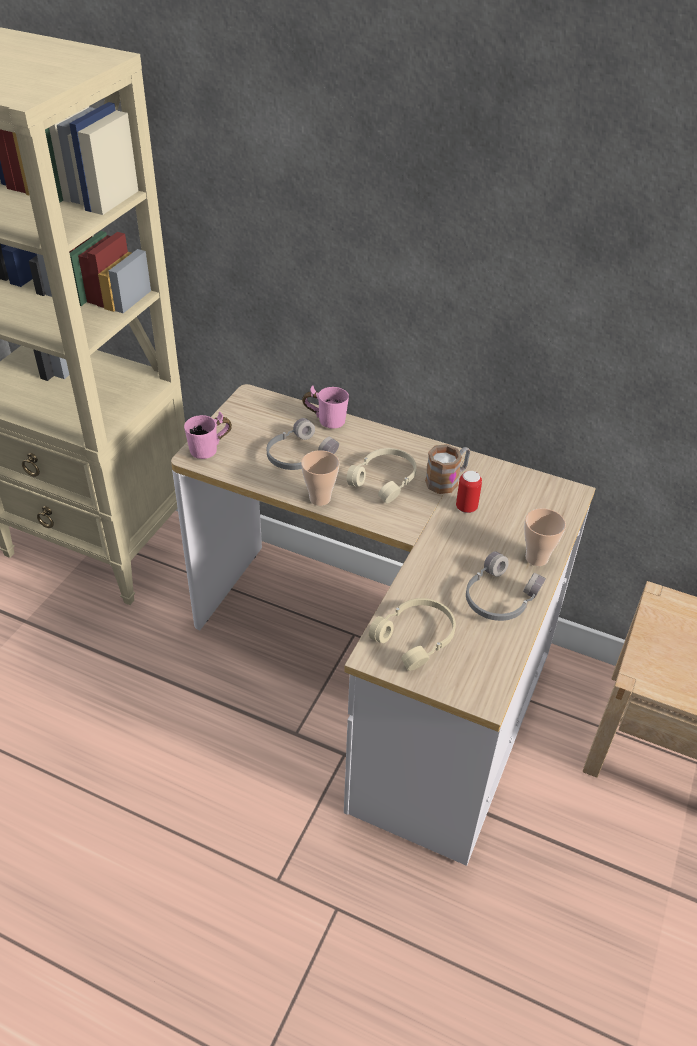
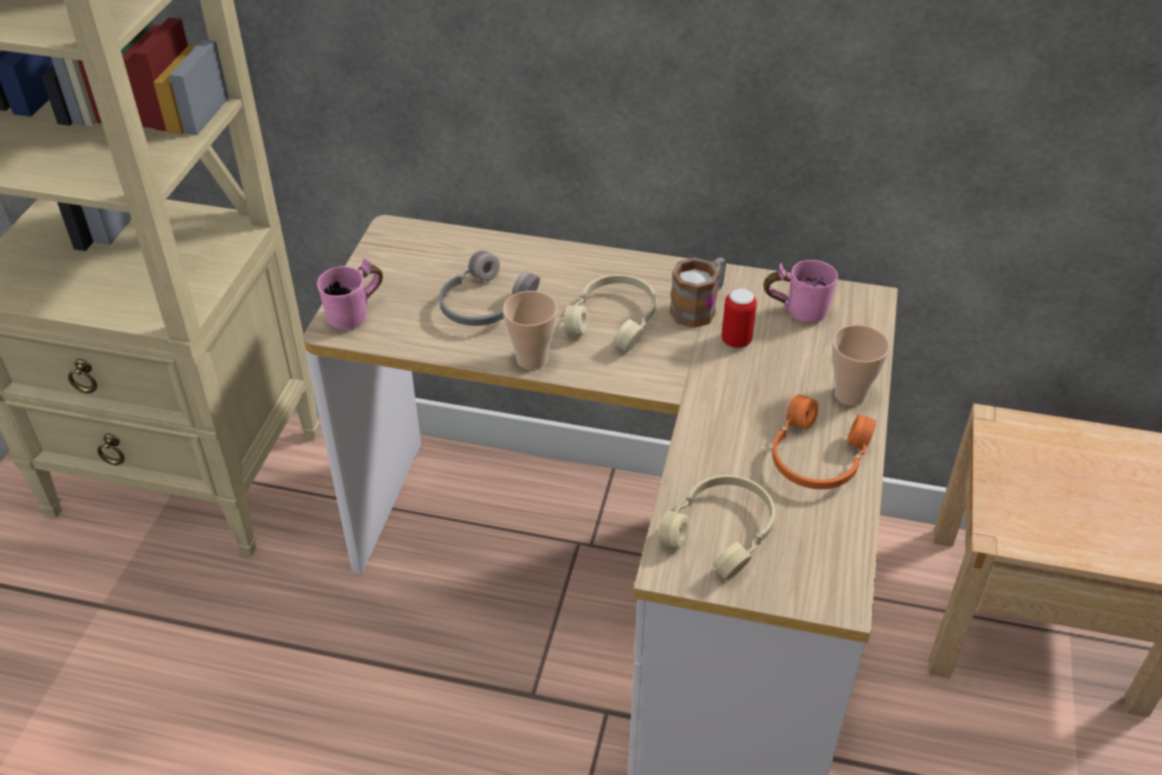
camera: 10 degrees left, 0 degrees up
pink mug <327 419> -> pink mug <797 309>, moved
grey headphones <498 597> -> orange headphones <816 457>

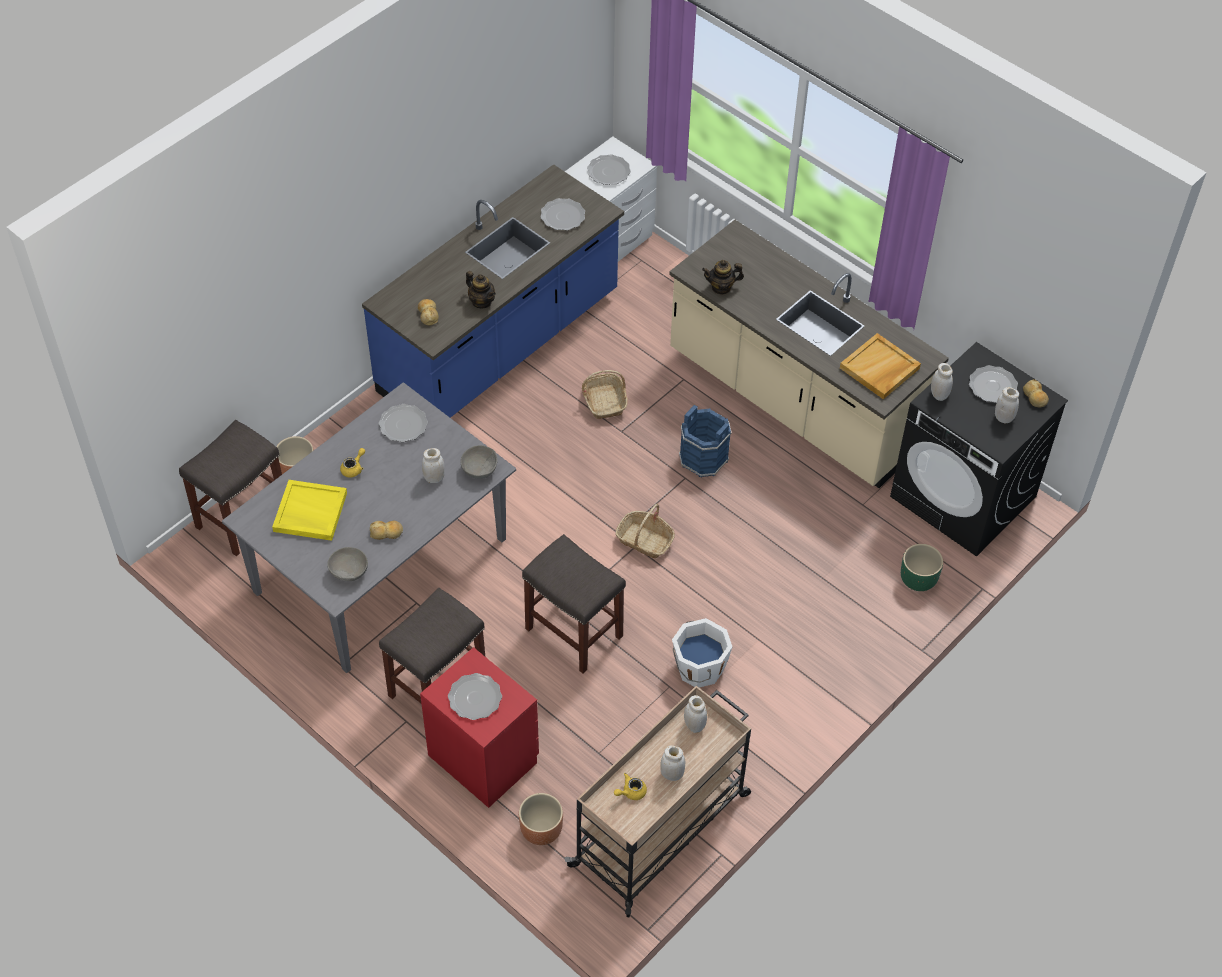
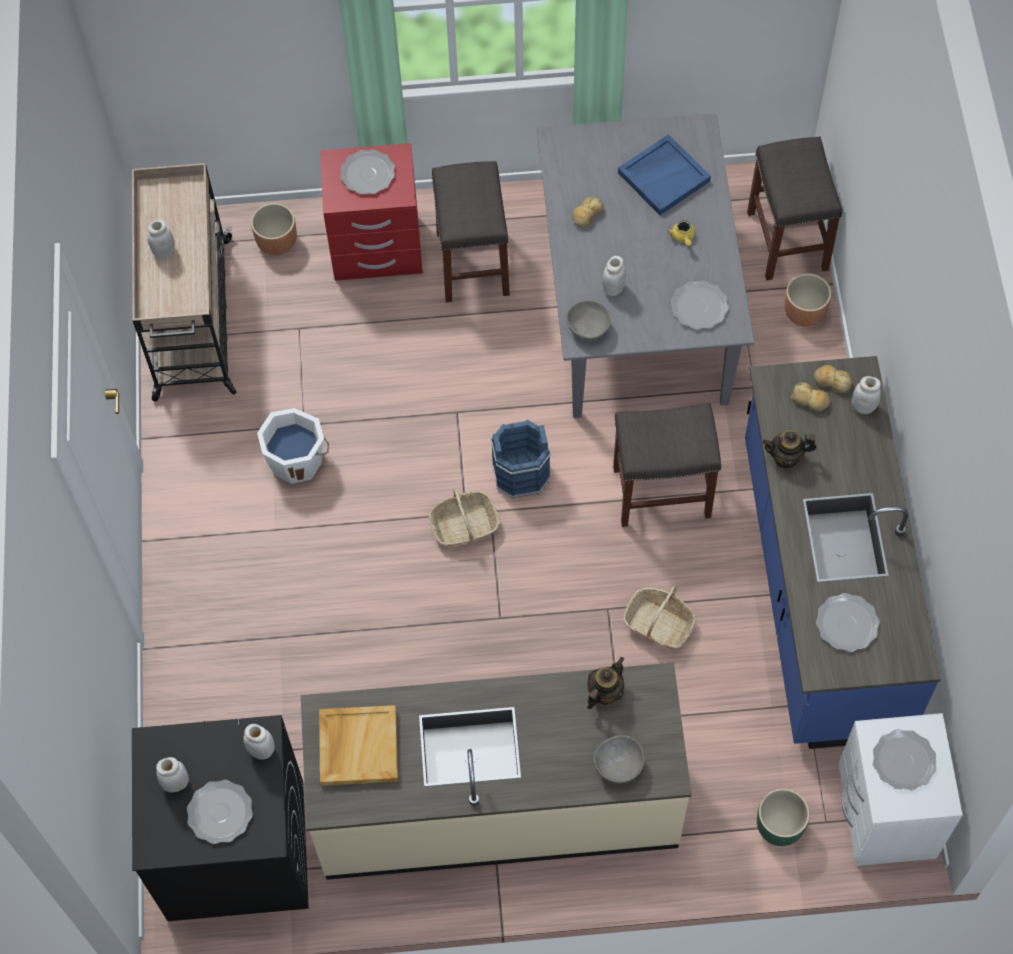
camera: 135 degrees right, 10 degrees up
yellow tray <309 512> -> blue tray <664 176>
grey bowl <349 572> -> grey bowl <618 766>, moved
grey stool <575 633> -> grey stool <660 493>, moved
yellow teapot <631 792> -> none
blue bucket <703 458> -> blue bucket <520 472>, moved
white jar <694 725> -> white jar <863 406>, moved
green planter <918 580> -> green planter <779 825>, moved
bread <1034 397> -> bread <832 381>, moved

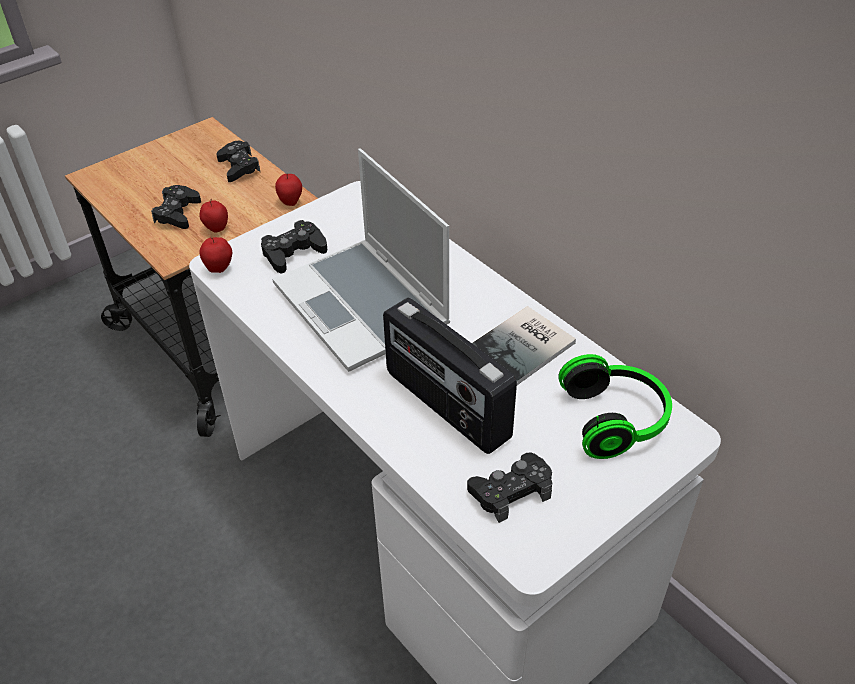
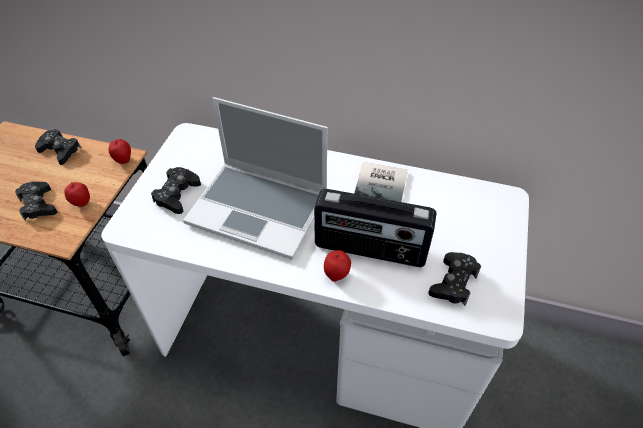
camera: 35 degrees left, 5 degrees up
apple <219 269> -> apple <336 275>, moved
headphones <616 419> -> none

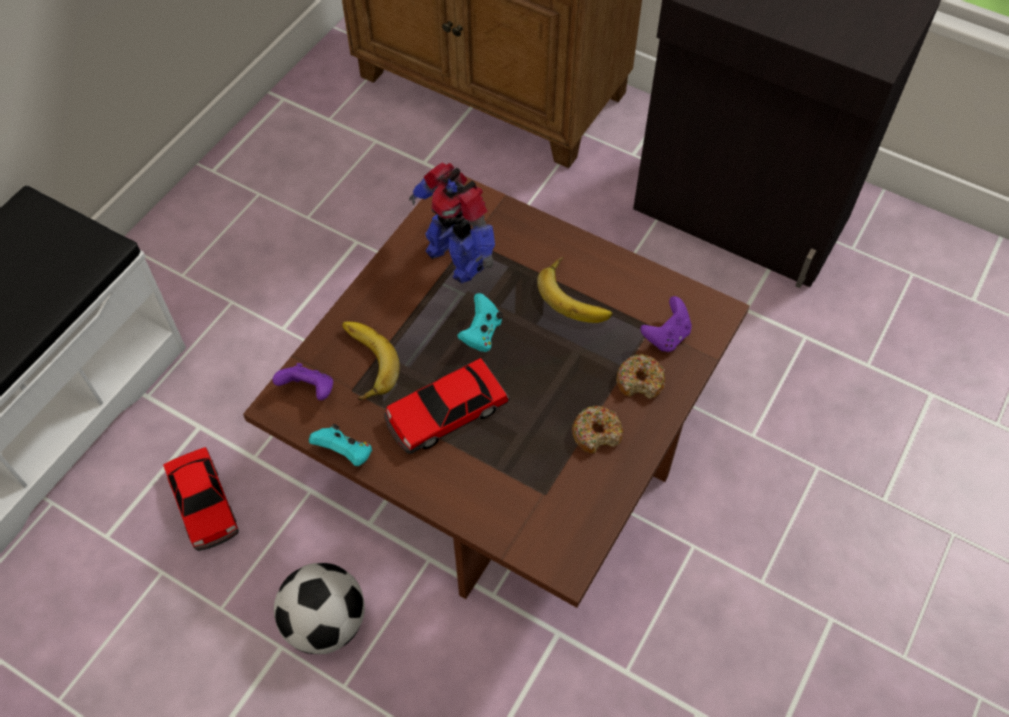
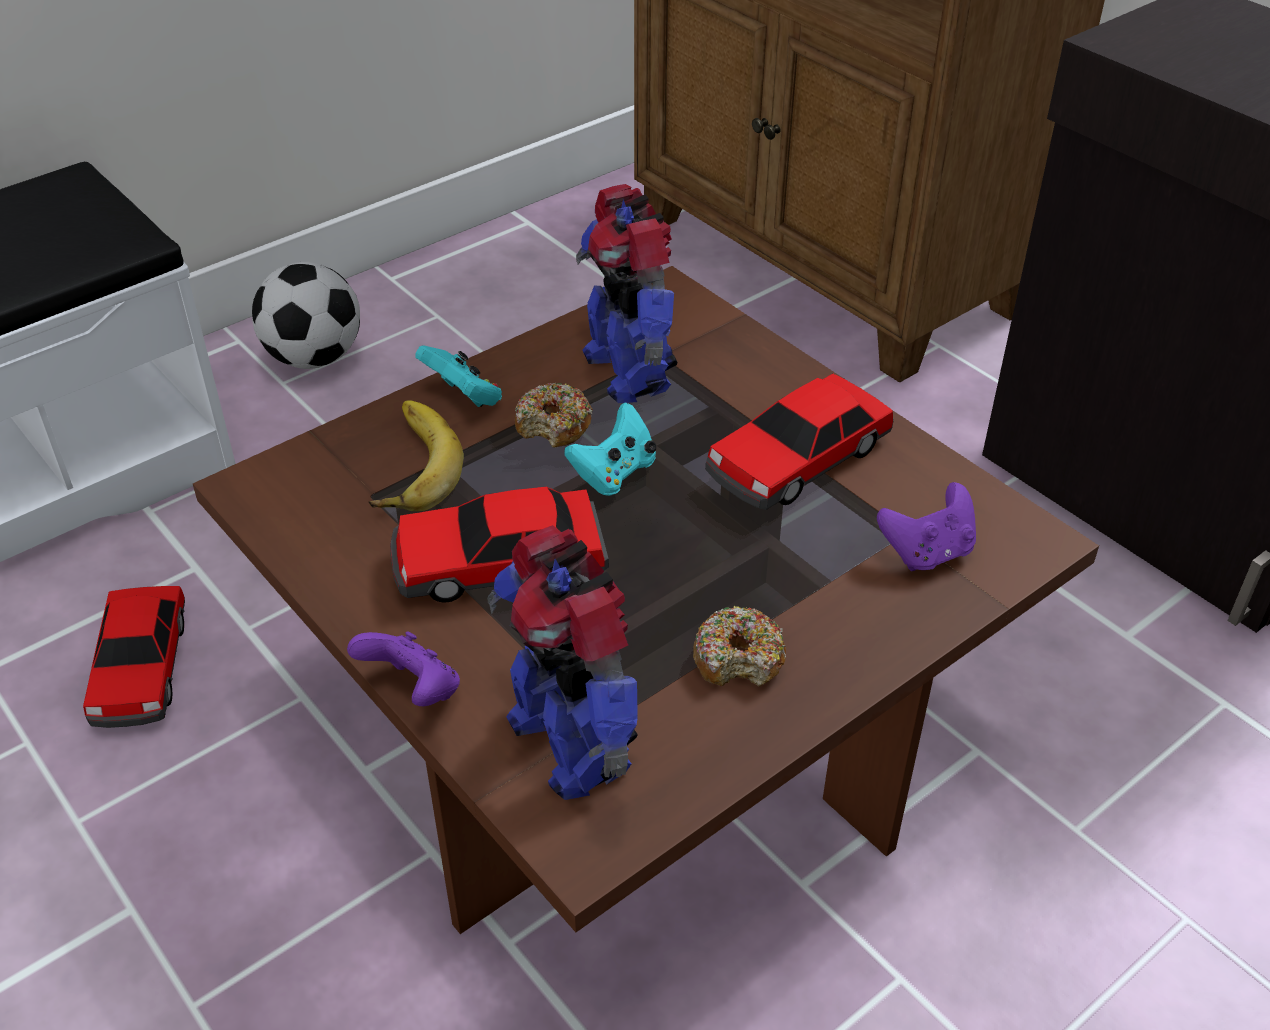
camera: 20 degrees right, 15 degrees down
purple game controller <309 390> -> purple game controller <413 691>, moved
football <326 623> -> football <315 358>, moved
turquoise game controller <345 453> -> turquoise game controller <464 397>, moved
banana <576 295> -> toy car <797 460>
donut <640 381> -> donut <554 426>, moved
none -> toy robot <571 740>

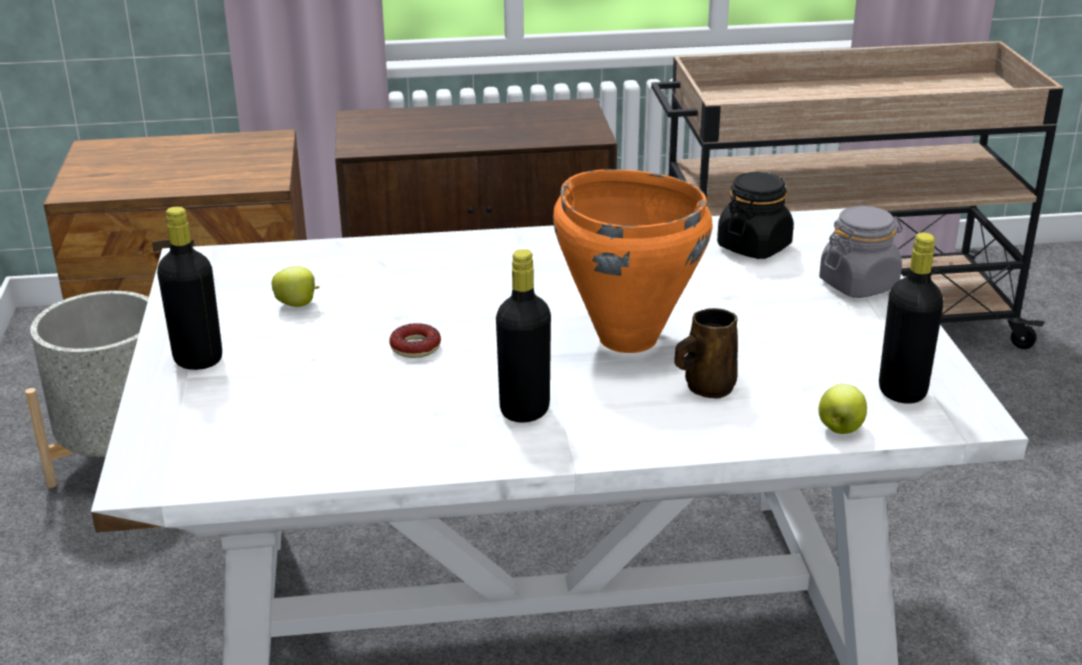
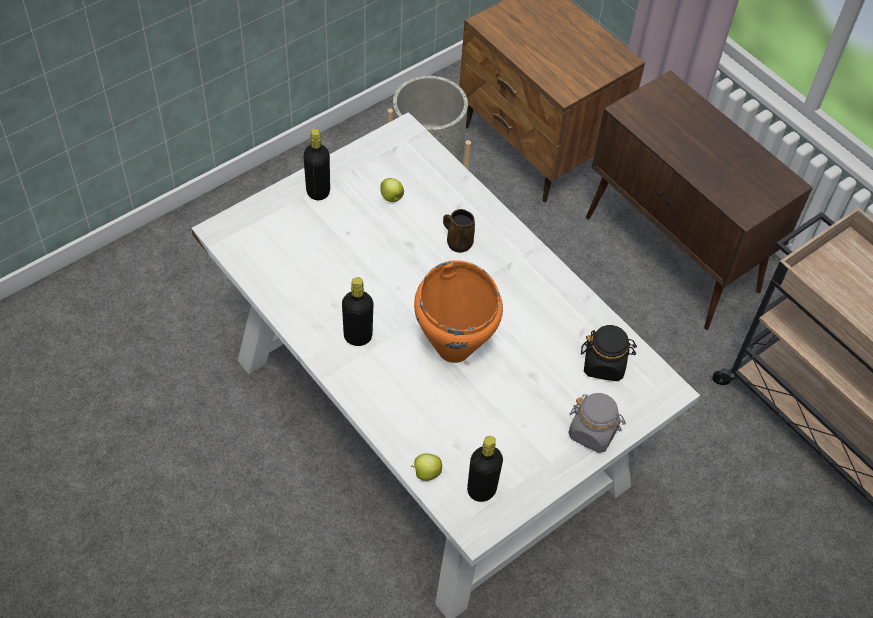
camera: 55 degrees right, 25 degrees up
donut <415 347> -> none
brown mug <707 387> -> brown mug <458 242>, moved

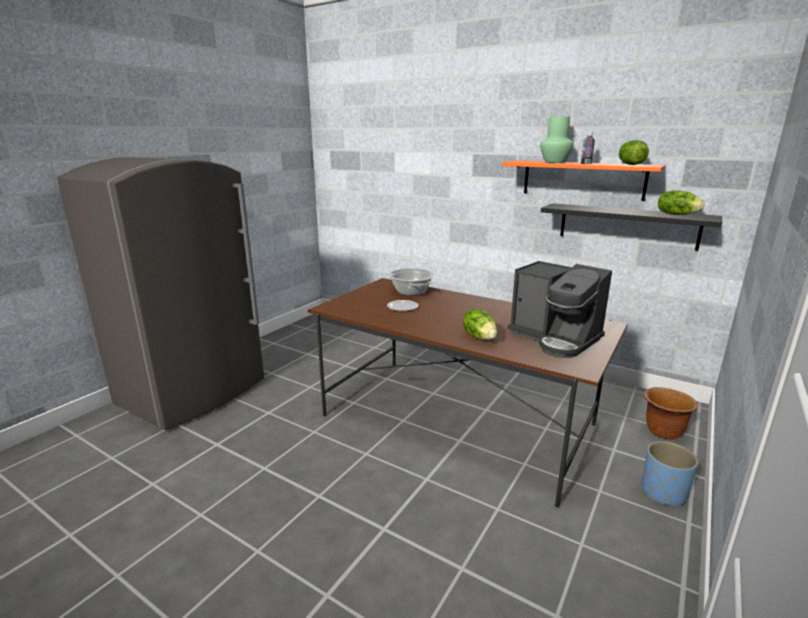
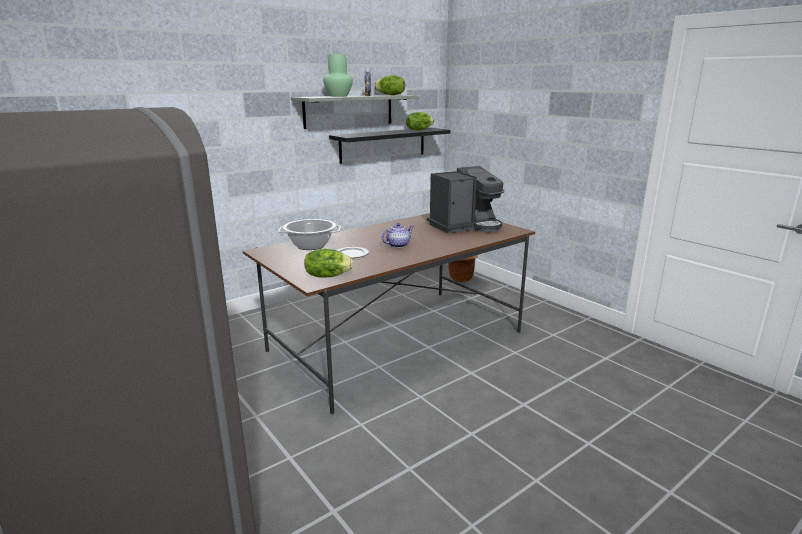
camera: 70 degrees left, 0 degrees up
lettuce <480 337> -> lettuce <327 276>, moved
orange shelf <582 179> -> grey shelf <349 111>
blue planter <663 492> -> none
none -> teapot <398 245>

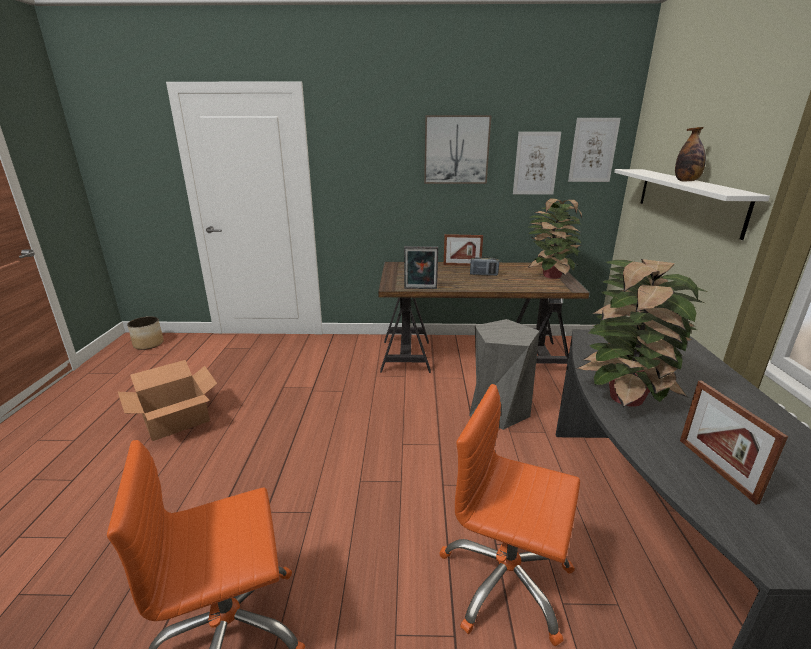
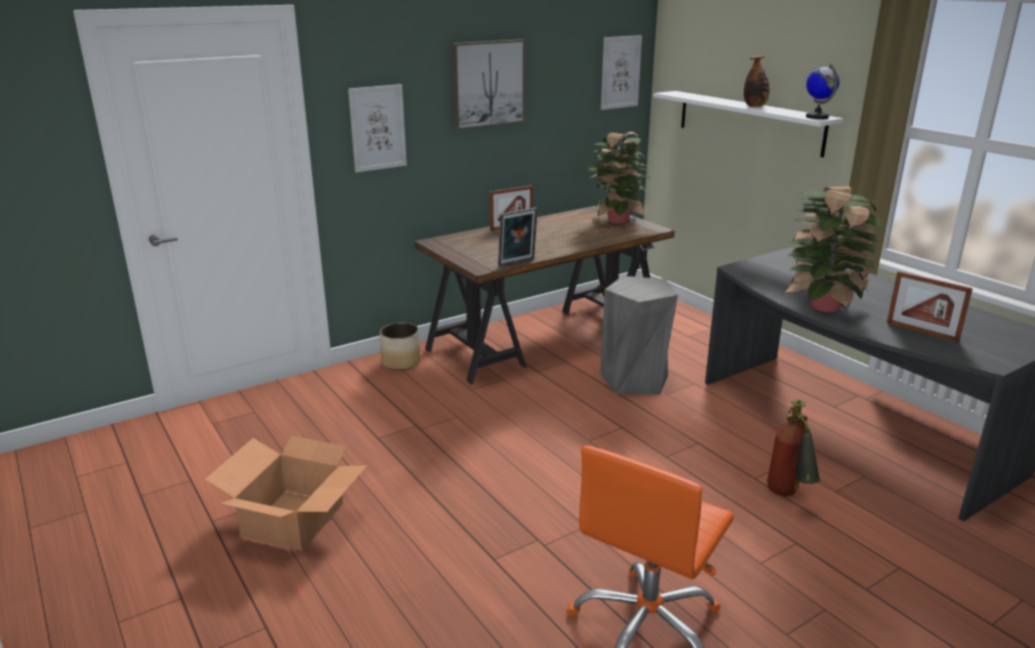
camera: 35 degrees left, 0 degrees up
planter <149 344> -> planter <401 362>, moved
orange office chair <505 580> -> fire extinguisher <788 496>
radio <483 274> -> none
picture <536 163> -> picture <377 128>, moved
none -> globe <817 117>

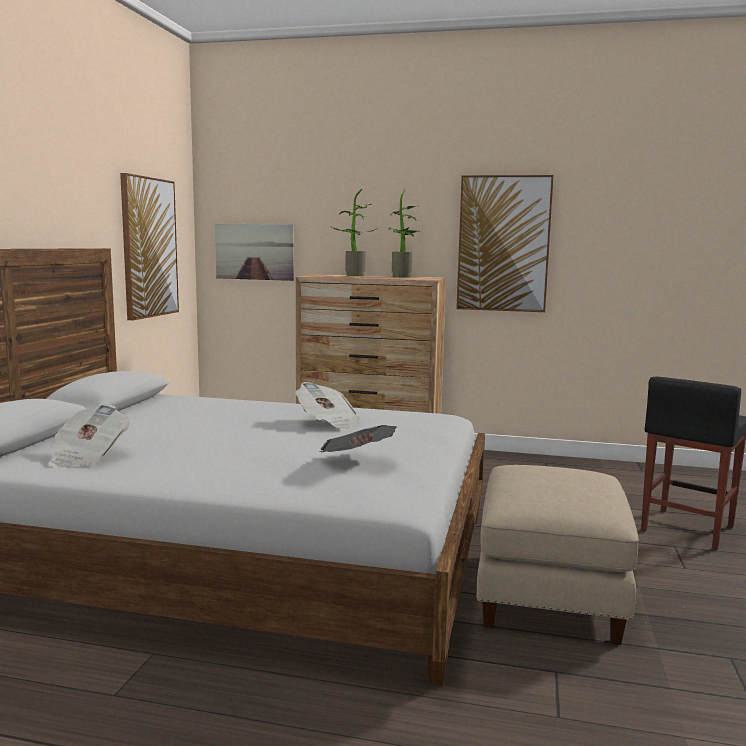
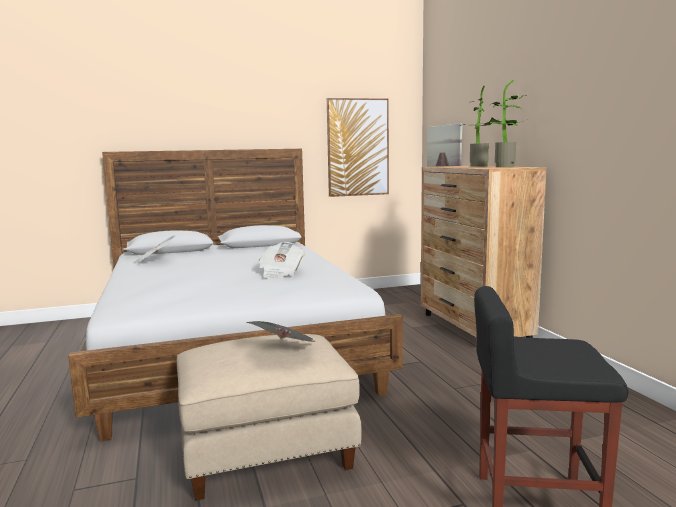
camera: 60 degrees right, 0 degrees up
newspaper <357 460> -> newspaper <285 350>, moved
picture <503 244> -> none

